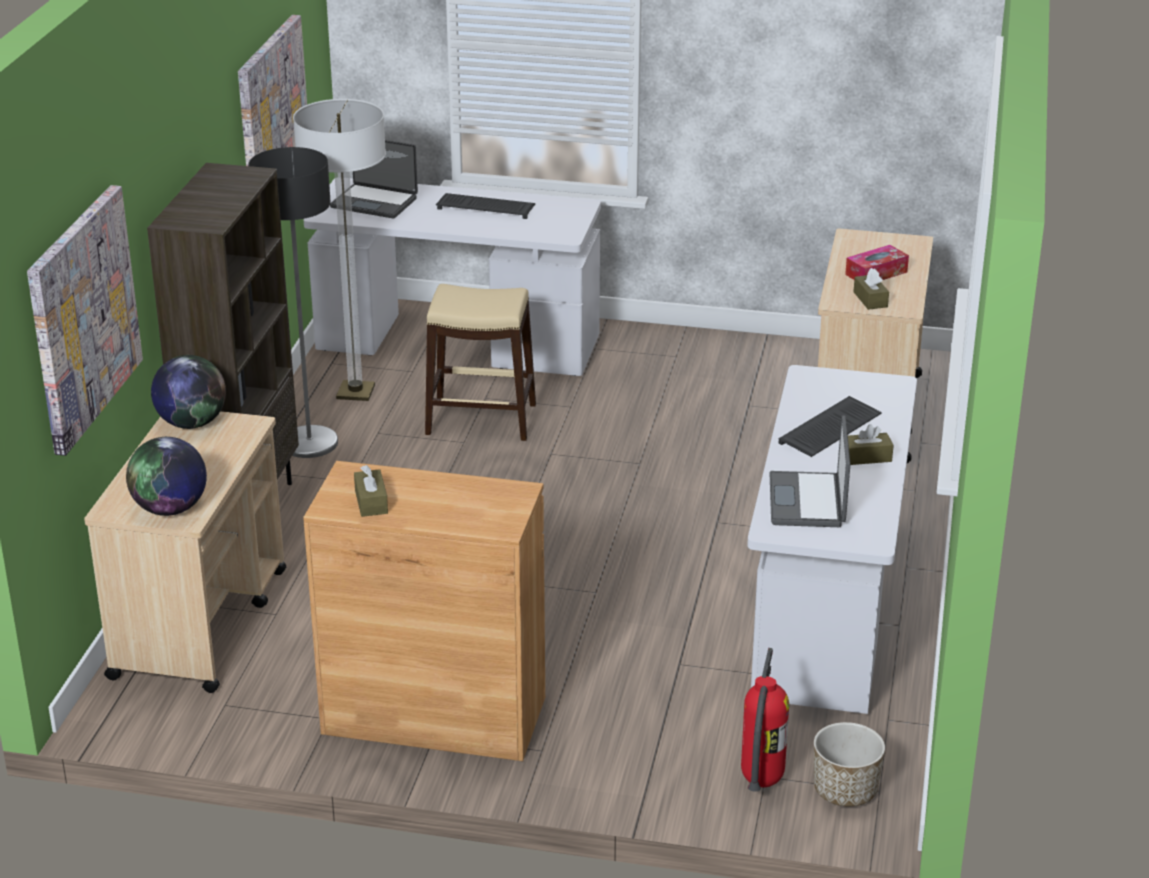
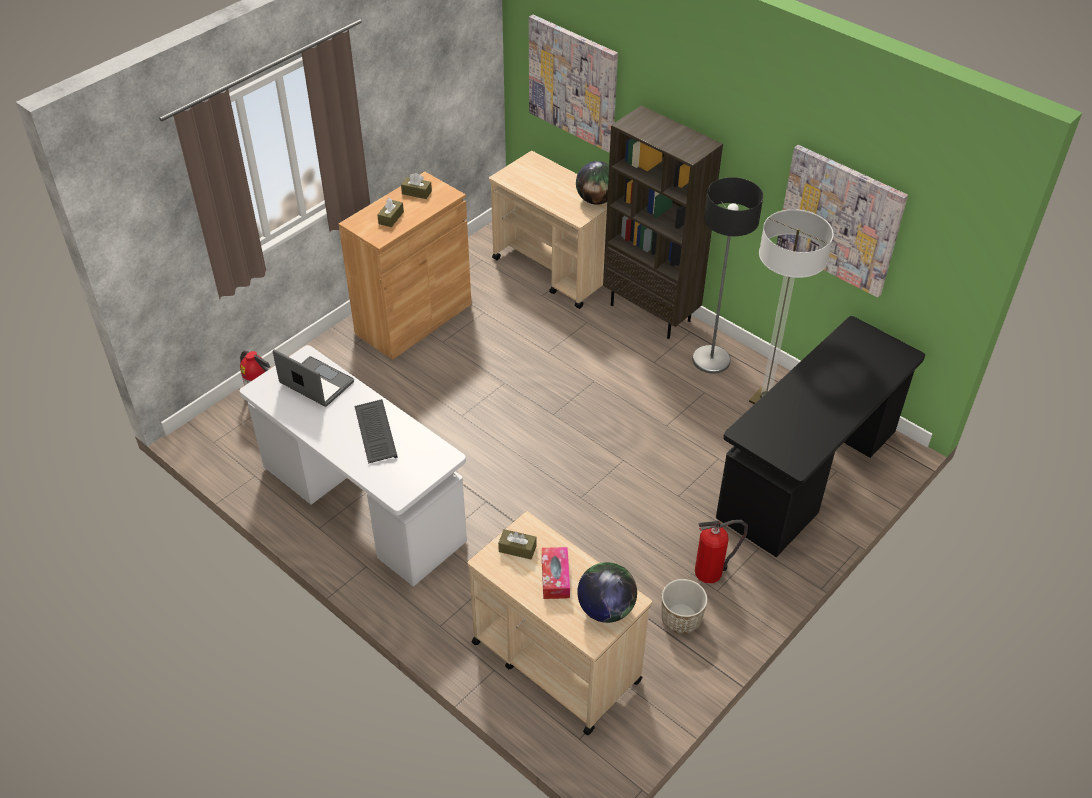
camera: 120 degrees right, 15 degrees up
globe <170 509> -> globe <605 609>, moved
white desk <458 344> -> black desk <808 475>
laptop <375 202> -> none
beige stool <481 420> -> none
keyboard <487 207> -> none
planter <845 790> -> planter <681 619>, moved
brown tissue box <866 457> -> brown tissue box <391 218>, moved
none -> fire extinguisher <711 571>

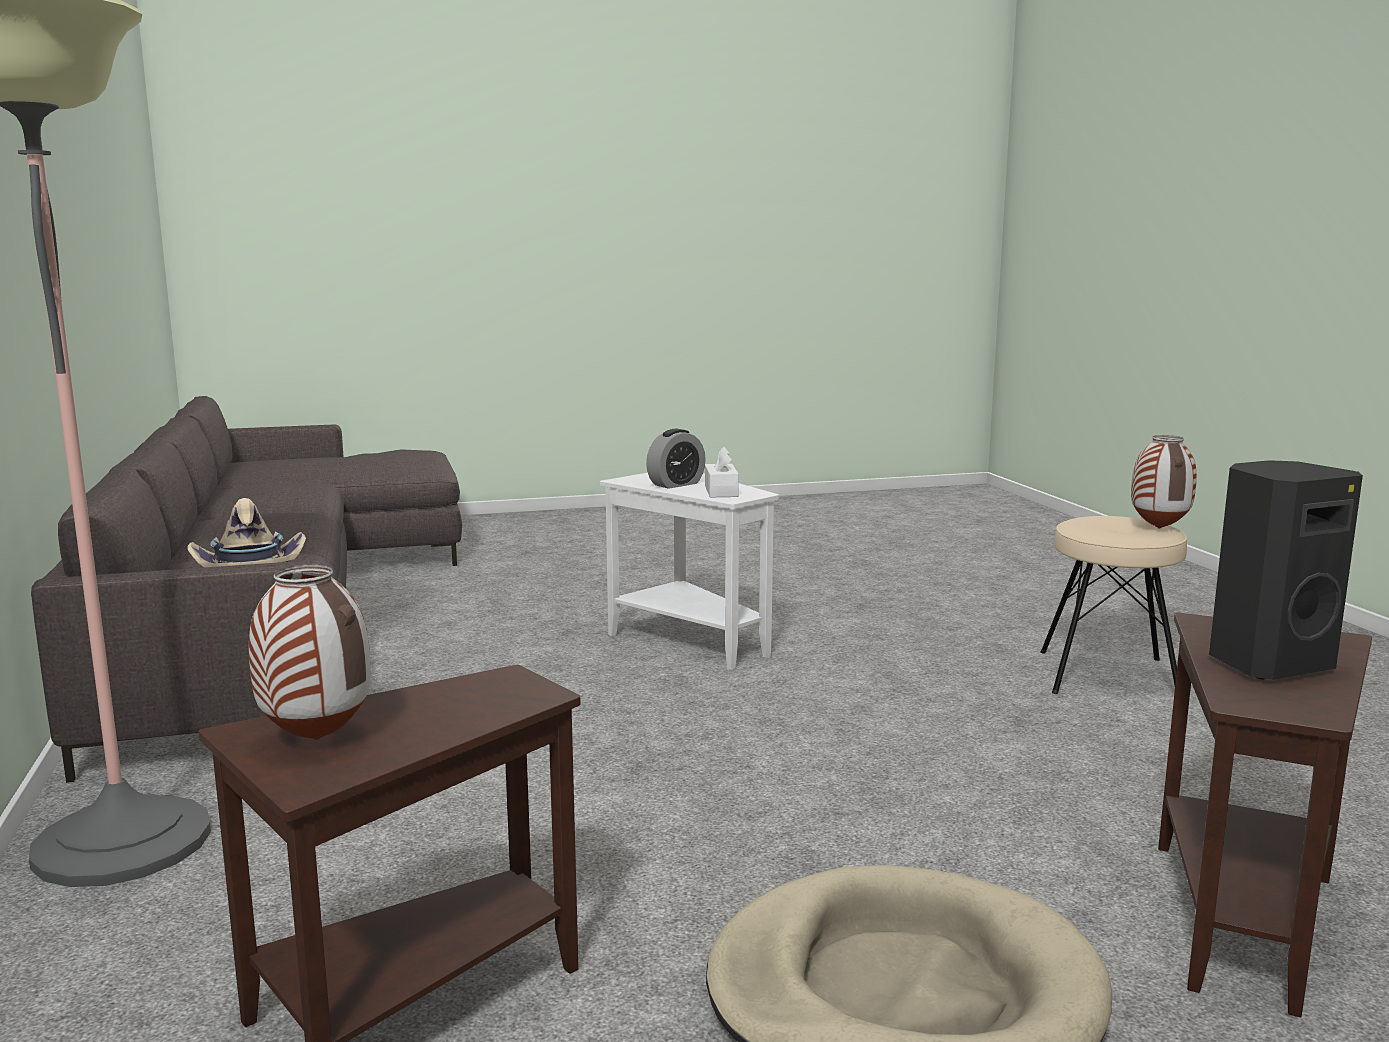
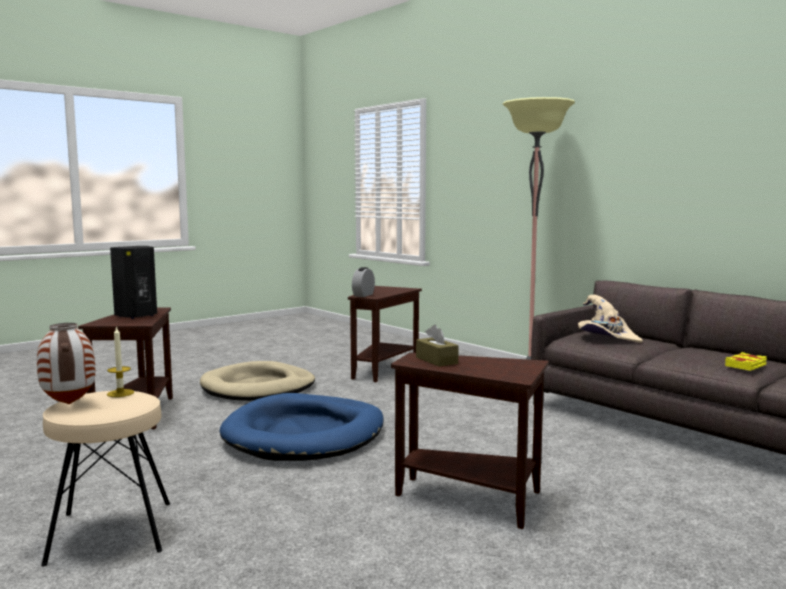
camera: 155 degrees right, 5 degrees down
vase <314 740> -> none
white side table <689 641> -> brown side table <473 499>
alarm clock <676 484> -> alarm clock <363 295>, moved
white tissue box <721 491> -> brown tissue box <436 360>
none -> candle <120 393>
none -> blue dog bed <305 434>
none -> yellow book <746 365>

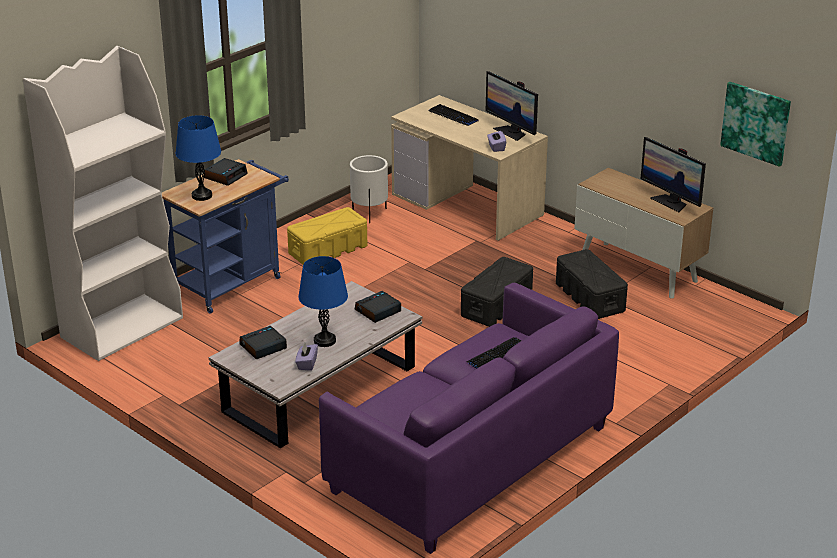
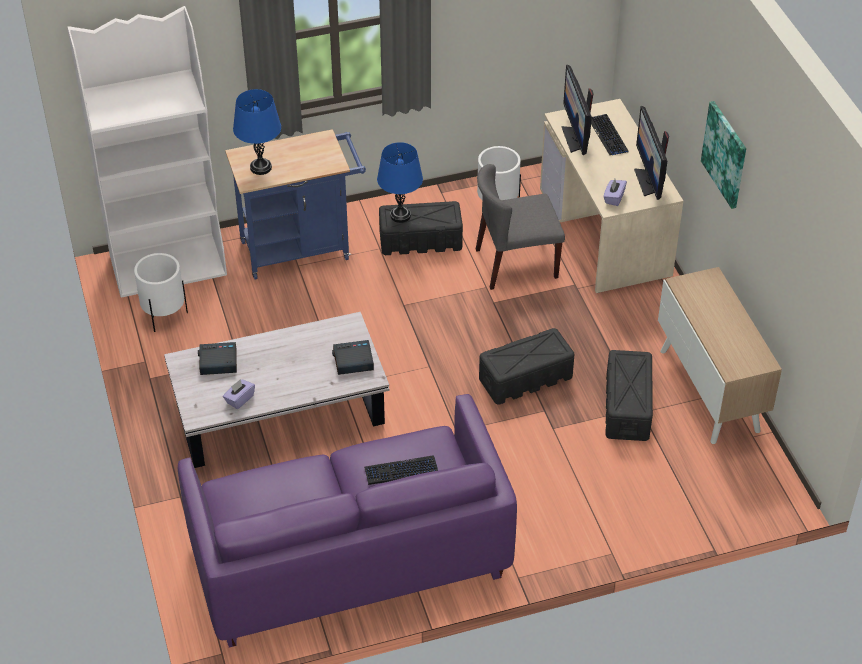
camera: 30 degrees right, 15 degrees up
alarm clock <225 176> -> none
yellow storage box <328 250> -> black storage box <421 240>
blue table lamp <324 341> -> blue table lamp <400 215>, moved
monitor <671 202> -> monitor <576 138>, moved
picture <756 123> -> picture <725 154>, moved
none -> white planter <164 316>
none -> grey chair <515 264>

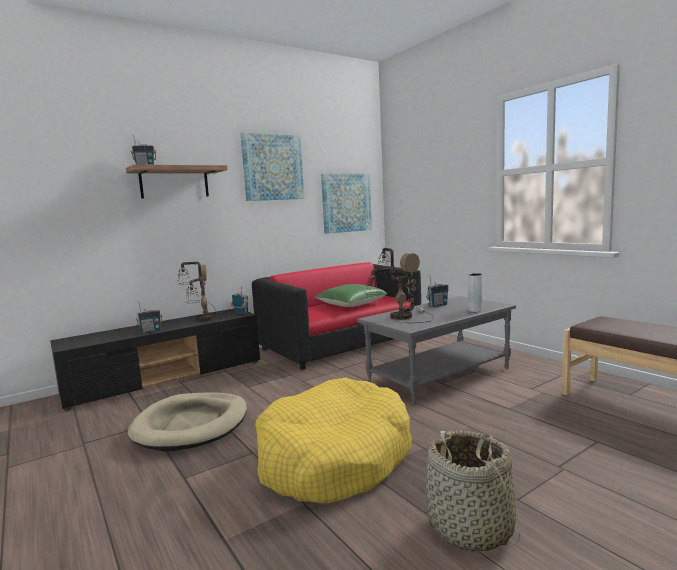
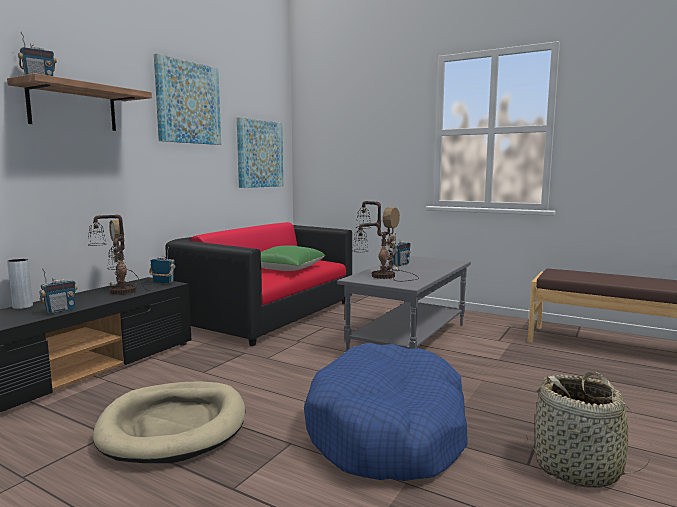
camera: 25 degrees left, 0 degrees up
yellow dog bed <334 457> -> blue dog bed <388 431>
grey vase <475 310> -> grey vase <22 306>, moved

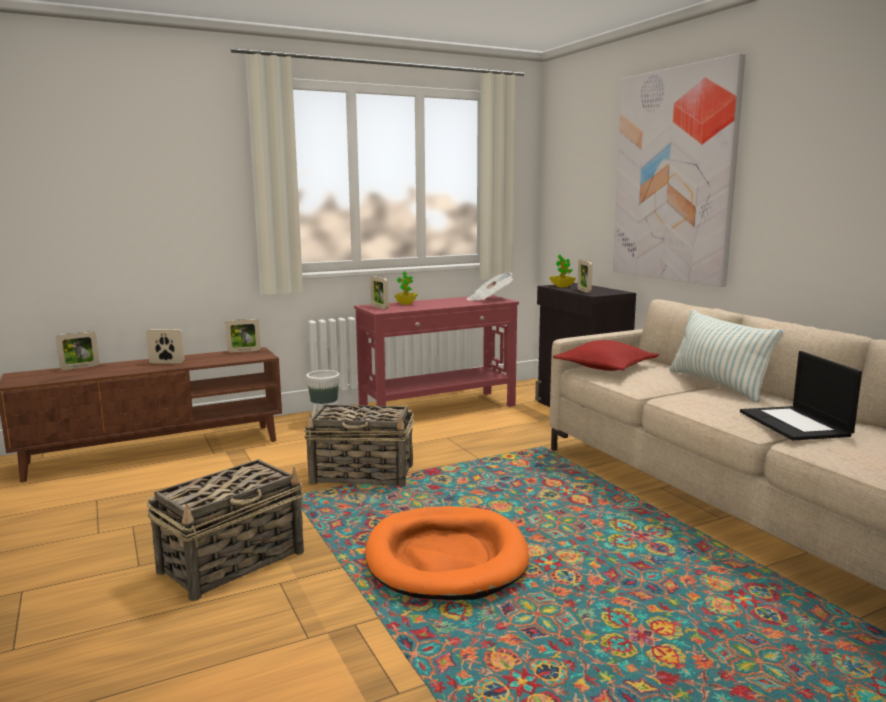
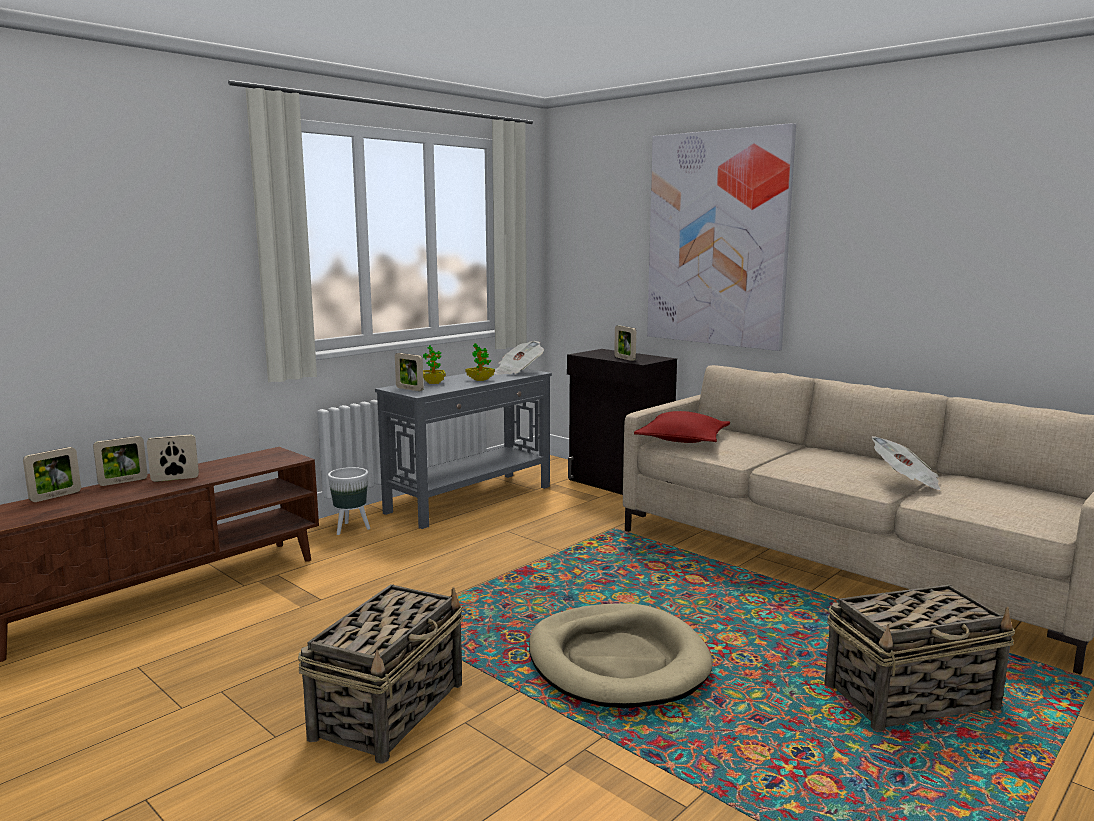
camera: 20 degrees left, 0 degrees up
picture frame <244 351> -> picture frame <123 482>, moved
basket <363 474> -> basket <912 697>, moved
red console table <439 409> -> grey console table <471 499>
orange dog bed <446 558> -> beige dog bed <617 662>
potted plant <562 286> -> potted plant <480 379>, moved
pillow <717 385> -> none
laptop <795 424> -> newspaper <905 481>

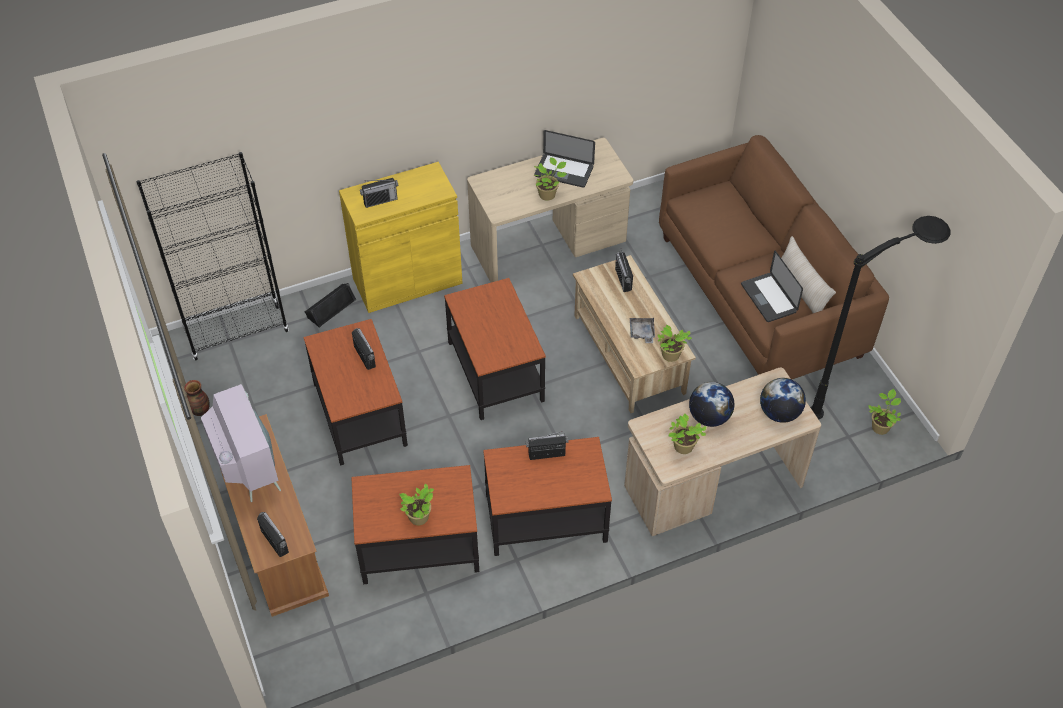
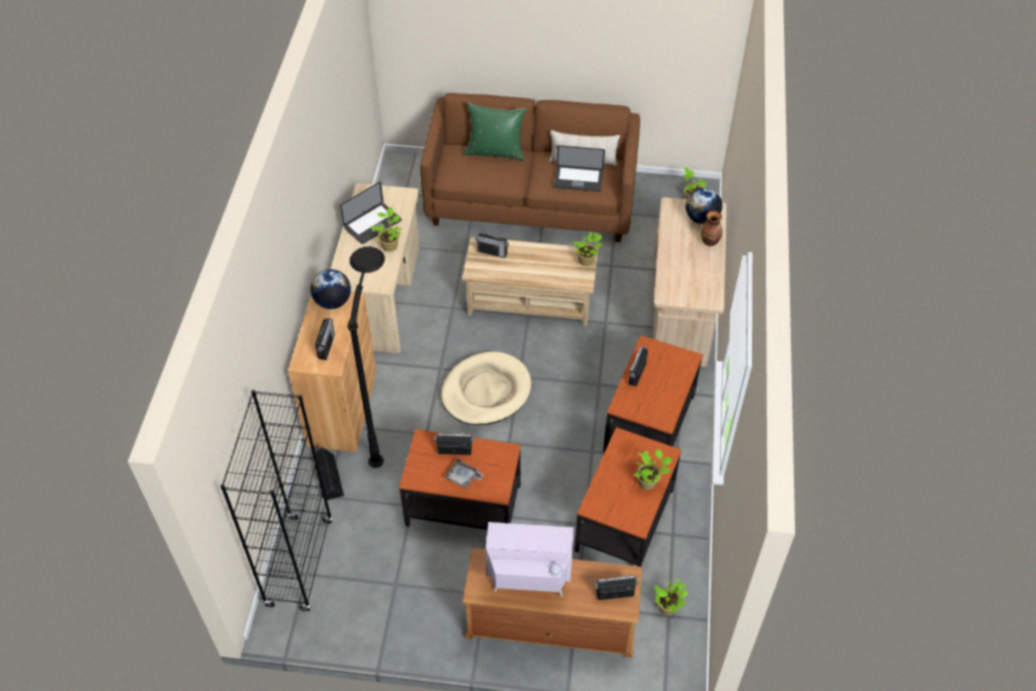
camera: 60 degrees left, 0 degrees up
vase <200 411> -> vase <710 241>, moved
yellow cabinet <407 281> -> brown cabinet <342 408>
side table <495 371> -> beige dog bed <486 391>
grey tray <642 333> -> grey tray <463 477>, moved
potted plant <683 448> -> potted plant <668 608>, moved
globe <709 417> -> globe <333 302>, moved
black floor lamp <858 398> -> black floor lamp <385 422>, moved
none -> green pillow <495 151>

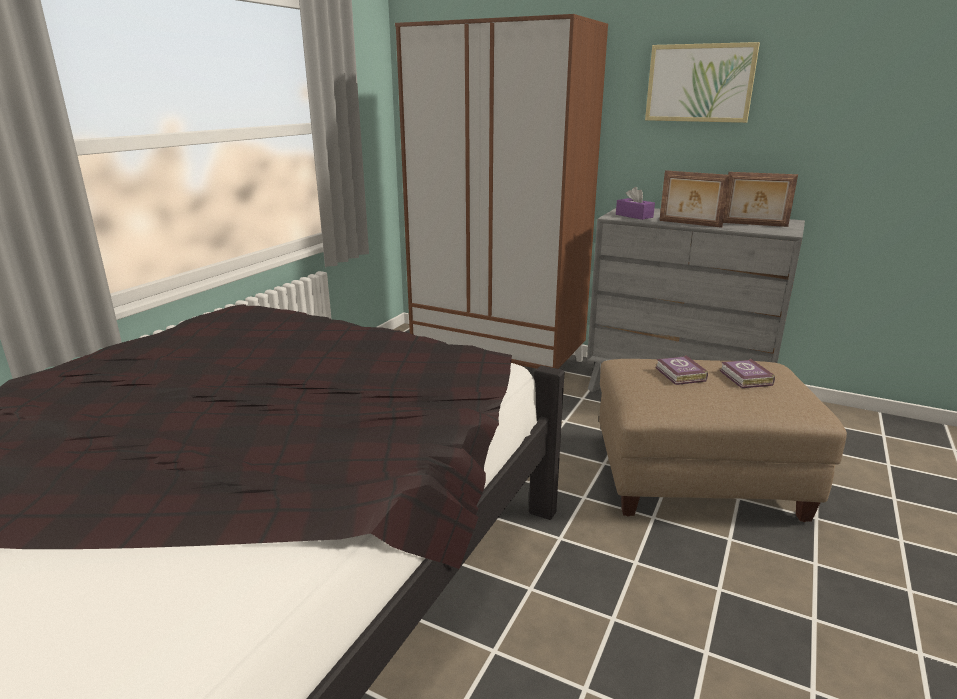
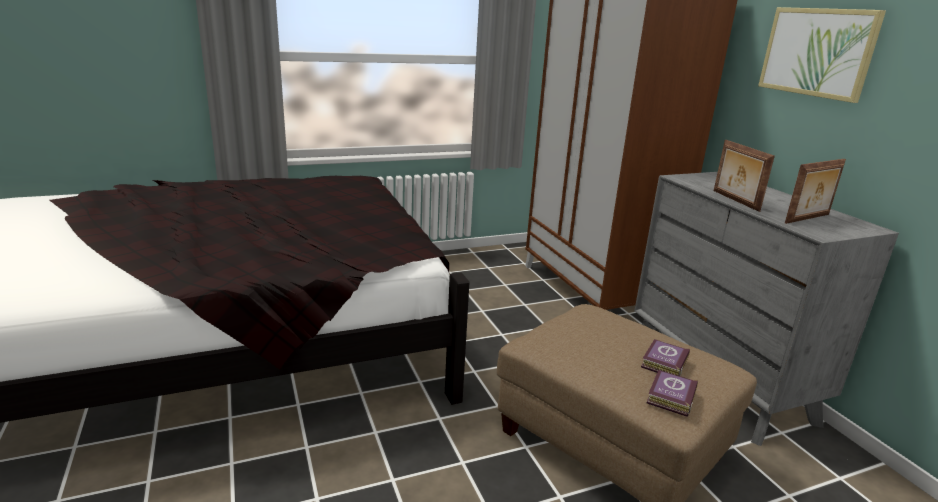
camera: 40 degrees right, 0 degrees up
purple tissue box <634 216> -> none
book <680 375> -> book <670 397>, moved
picture frame <754 224> -> picture frame <808 219>, 90 degrees counterclockwise

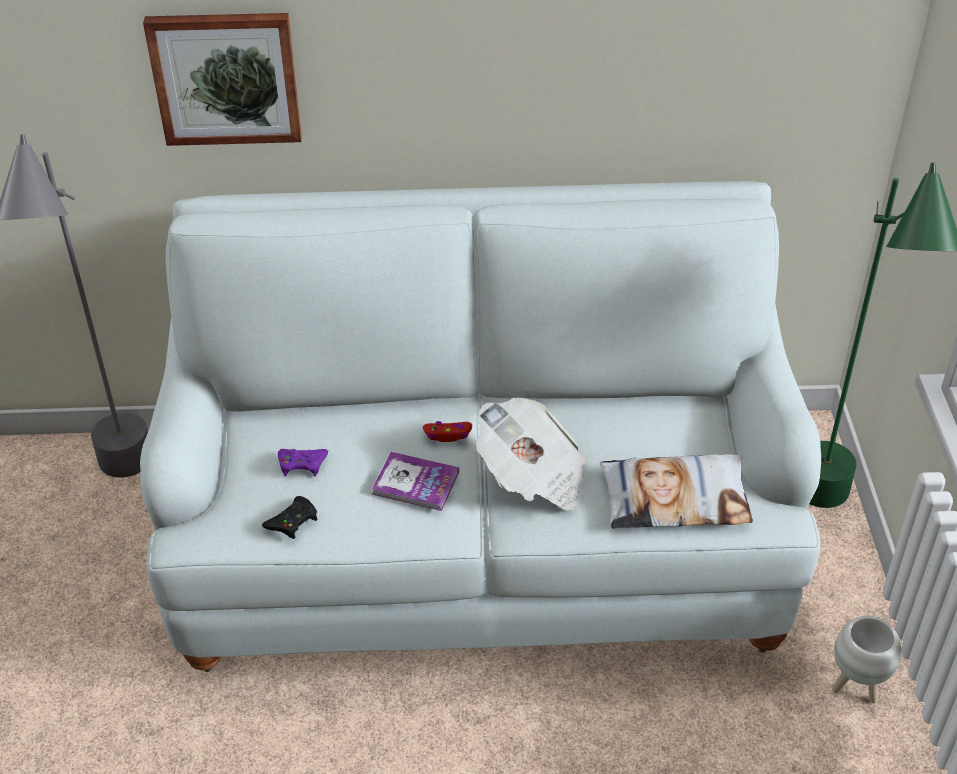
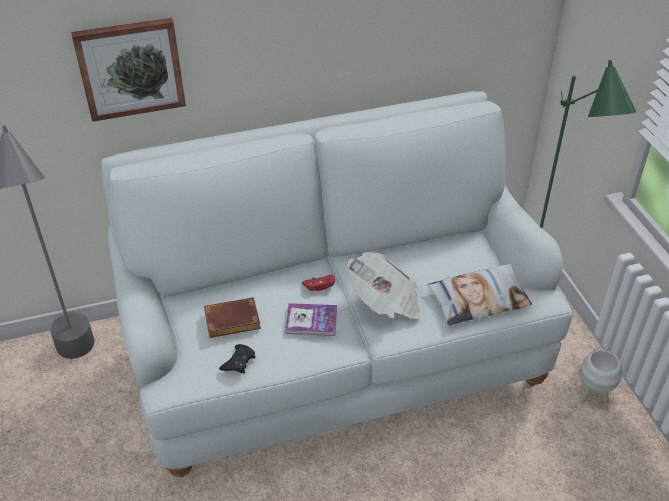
camera: 15 degrees left, 0 degrees up
purple game controller <302 464> -> brown book <231 323>

